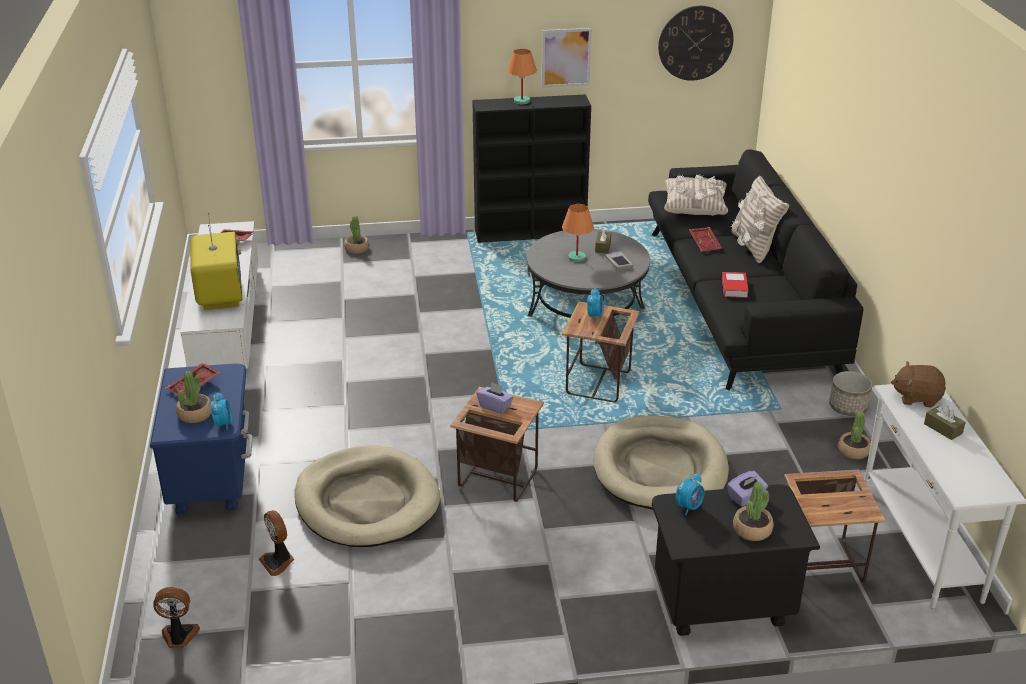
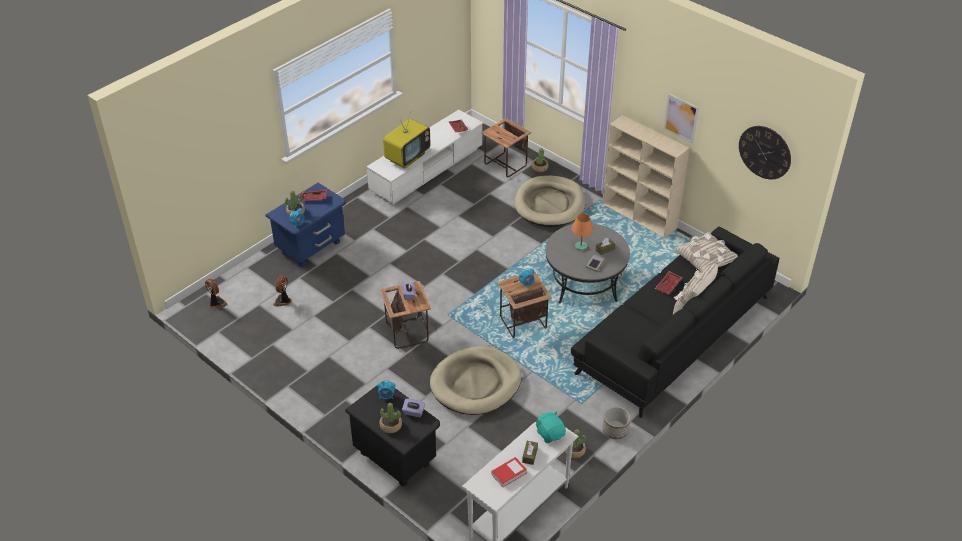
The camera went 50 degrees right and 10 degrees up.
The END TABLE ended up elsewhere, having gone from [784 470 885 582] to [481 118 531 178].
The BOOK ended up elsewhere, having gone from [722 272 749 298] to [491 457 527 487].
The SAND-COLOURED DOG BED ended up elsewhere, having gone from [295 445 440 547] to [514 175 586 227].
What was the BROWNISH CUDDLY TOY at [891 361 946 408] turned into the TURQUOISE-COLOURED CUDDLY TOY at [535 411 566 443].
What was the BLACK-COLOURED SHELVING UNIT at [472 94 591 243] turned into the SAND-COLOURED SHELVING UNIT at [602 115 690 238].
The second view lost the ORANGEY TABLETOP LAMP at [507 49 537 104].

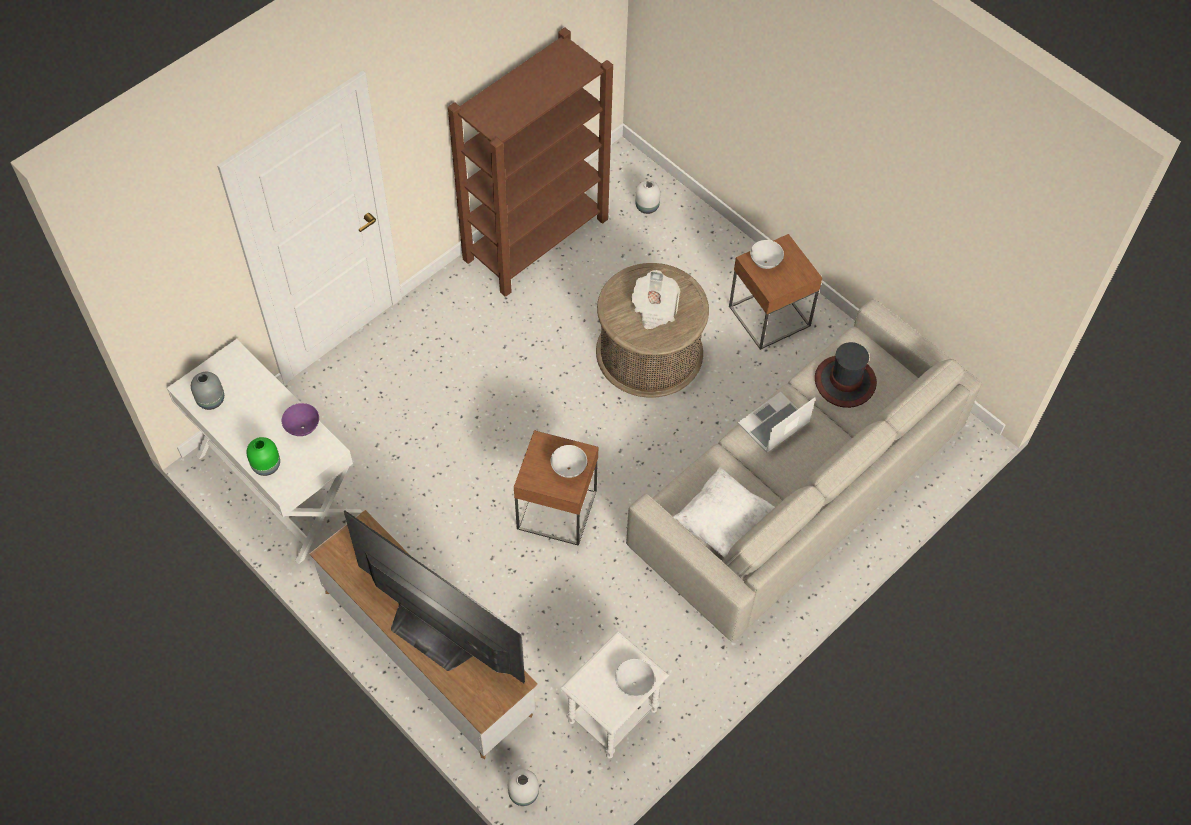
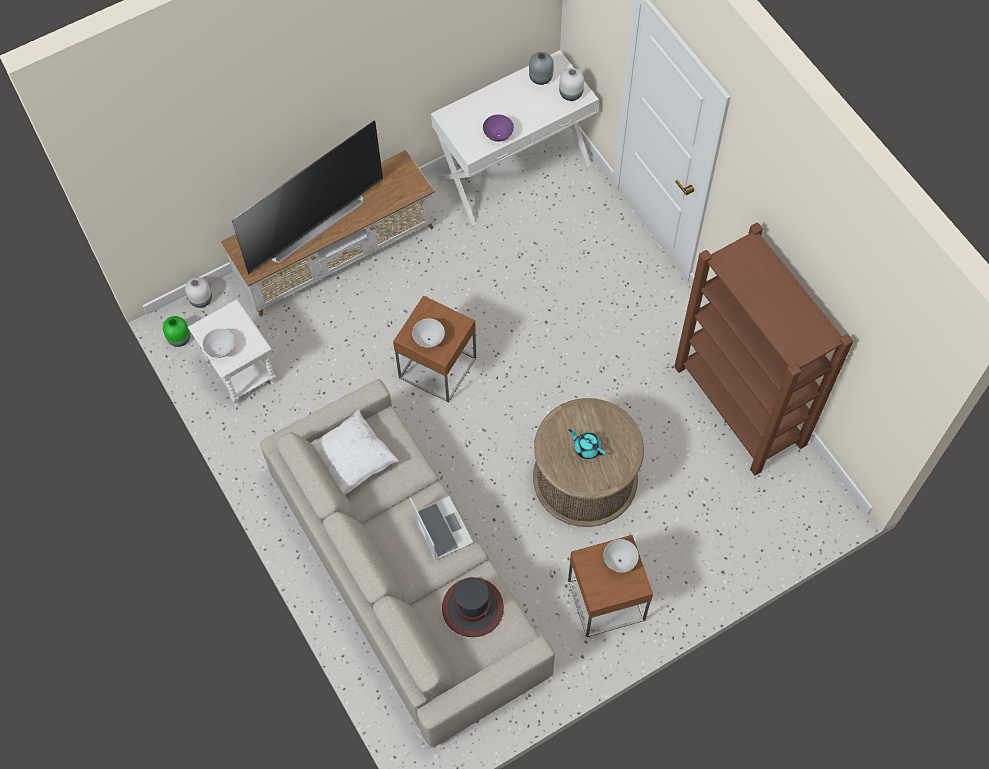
The camera went 105 degrees right and 5 degrees up.
The GREENISH DECORATIVE VASE ended up elsewhere, having gone from [246 437 280 476] to [163 316 190 347].
The WHITE-COLOURED DECORATIVE VASE ended up elsewhere, having gone from [635 181 660 214] to [559 68 584 101].
Where the DAILY PAPER stood at [631 270 680 329], the TURQUOISE-COLOURED TEAPOT came to stand at [569 429 606 459].

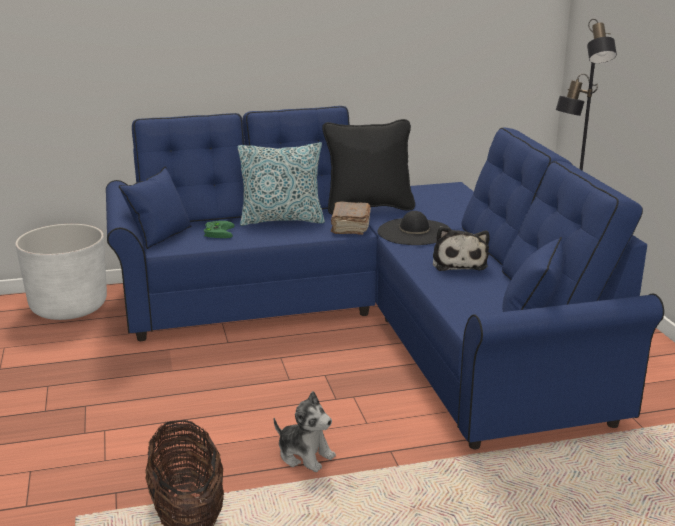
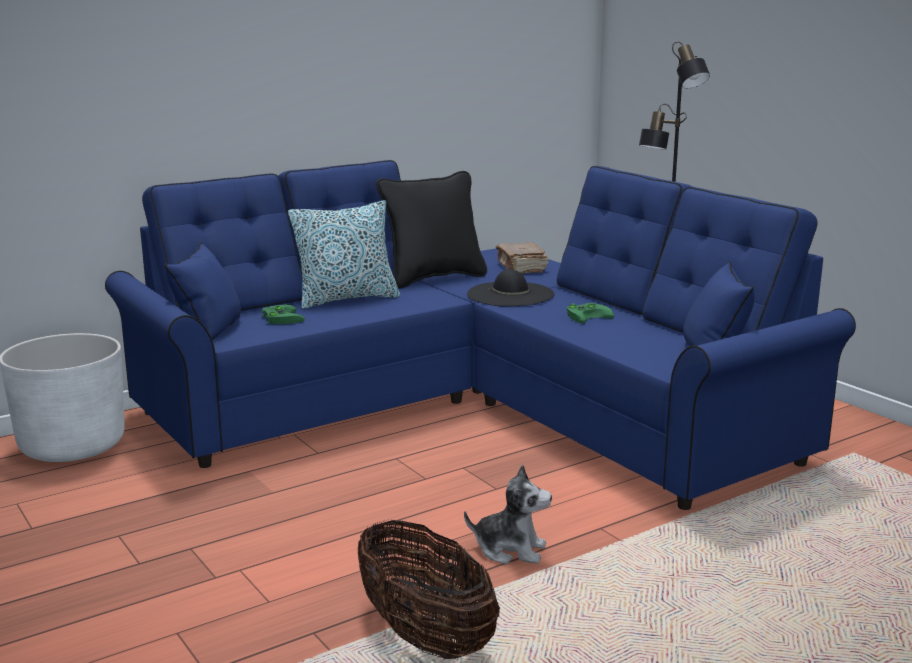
The camera went 20 degrees left and 5 degrees down.
The BROWNISH BOOK ended up elsewhere, having gone from [331 202 371 235] to [496 242 548 274].
Where the CUDDLY TOY stood at [433 226 490 271], the GREENISH GAME CONTROLLER came to stand at [567 303 614 323].

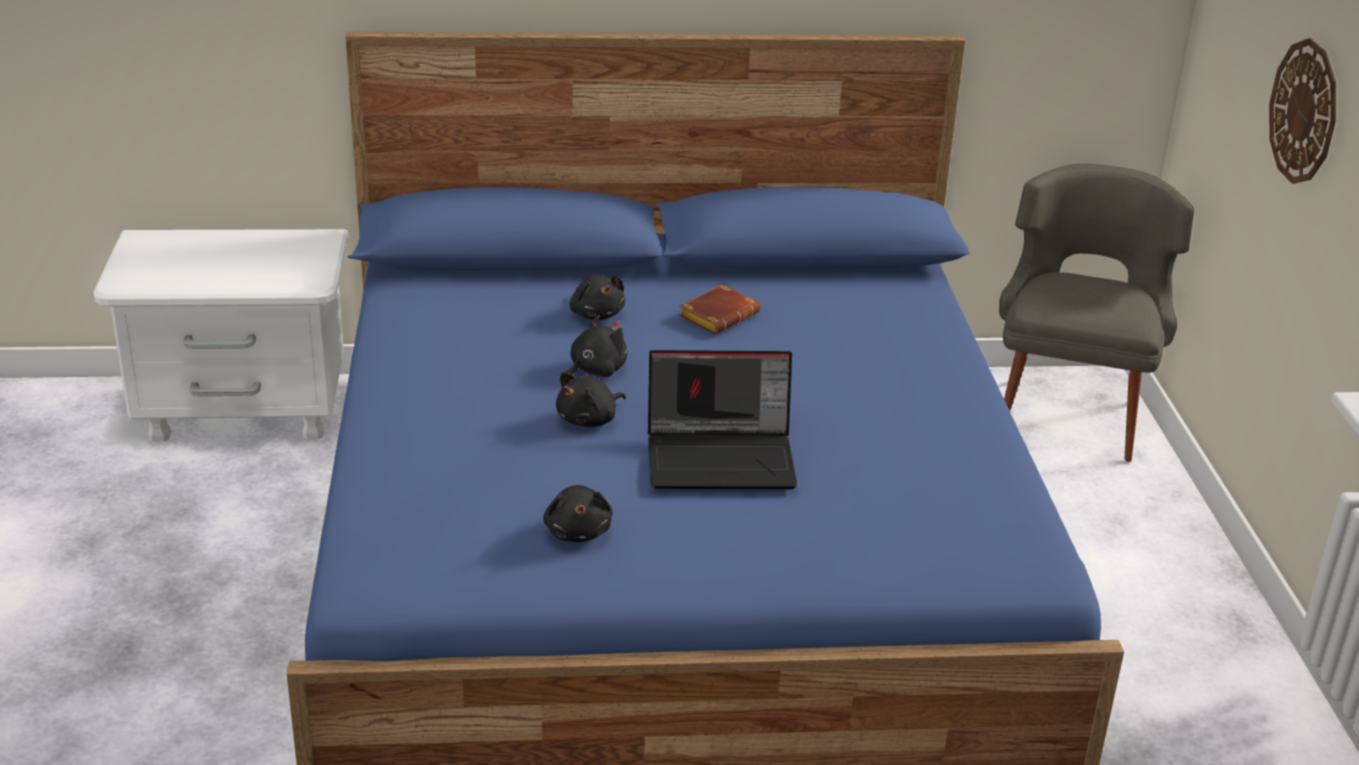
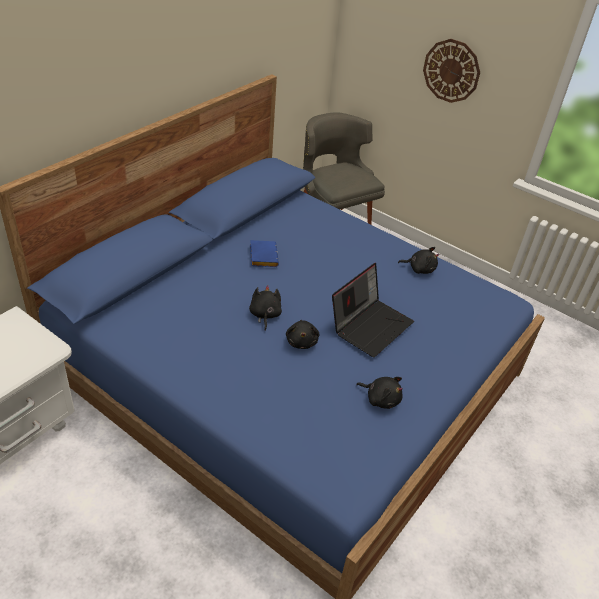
The camera went 50 degrees left and 10 degrees up.
What was the BROWNISH BOOK at [679 284 760 335] turned into the BLUE BOOK at [250 240 279 267].
The BLACK-COLOURED CUDDLY TOY ended up elsewhere, having gone from [569 275 625 320] to [398 247 439 274].

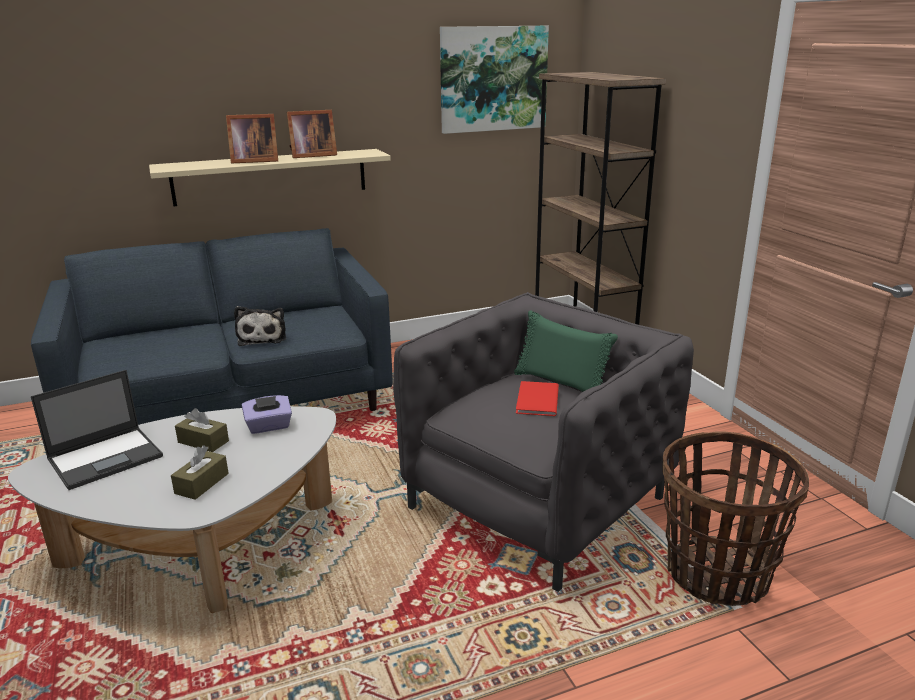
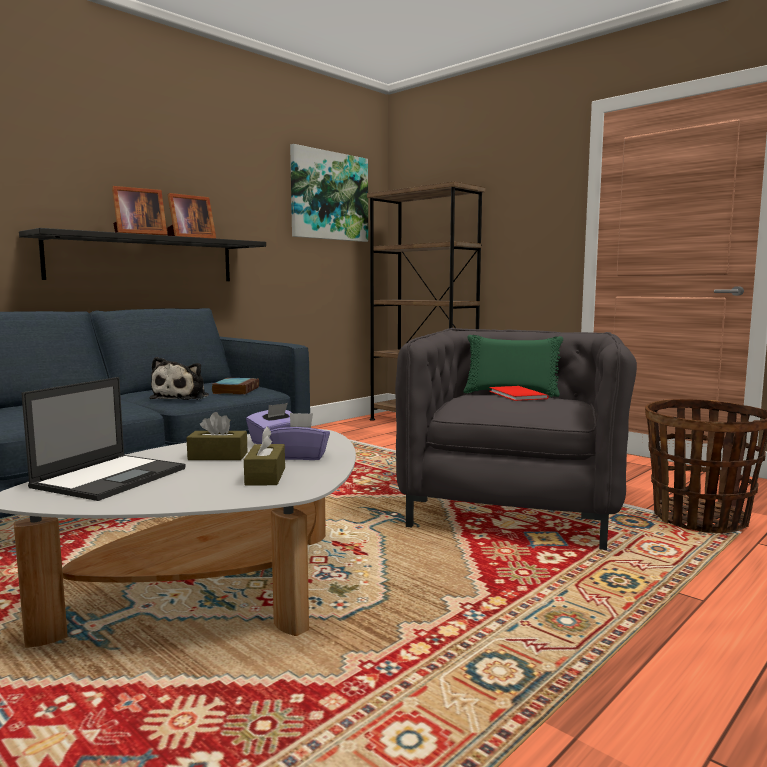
The camera went 25 degrees left and 15 degrees down.
What was the SAND-COLOURED SHELF at [149 149 391 206] turned into the BLACK-COLOURED SHELF at [19 228 266 281].
The CUDDLY TOY at [234 306 286 346] ended up facing another way, 45 degrees clockwise from before.
The second view gained the BOOK at [212 378 259 394].
The second view gained the PURPLE-COLOURED TISSUE BOX at [270 413 330 460].

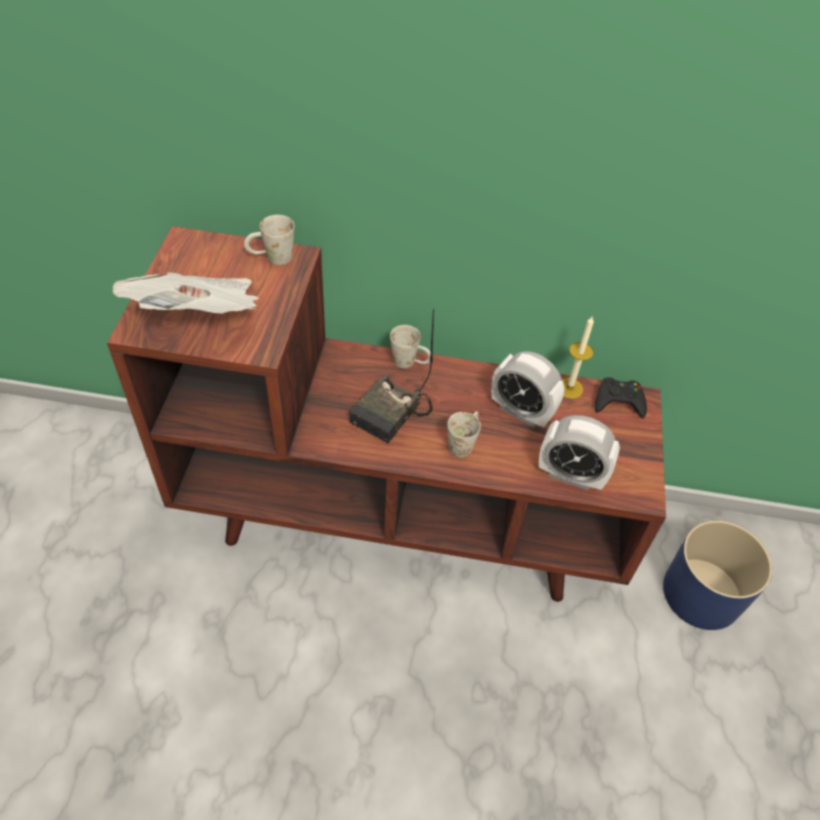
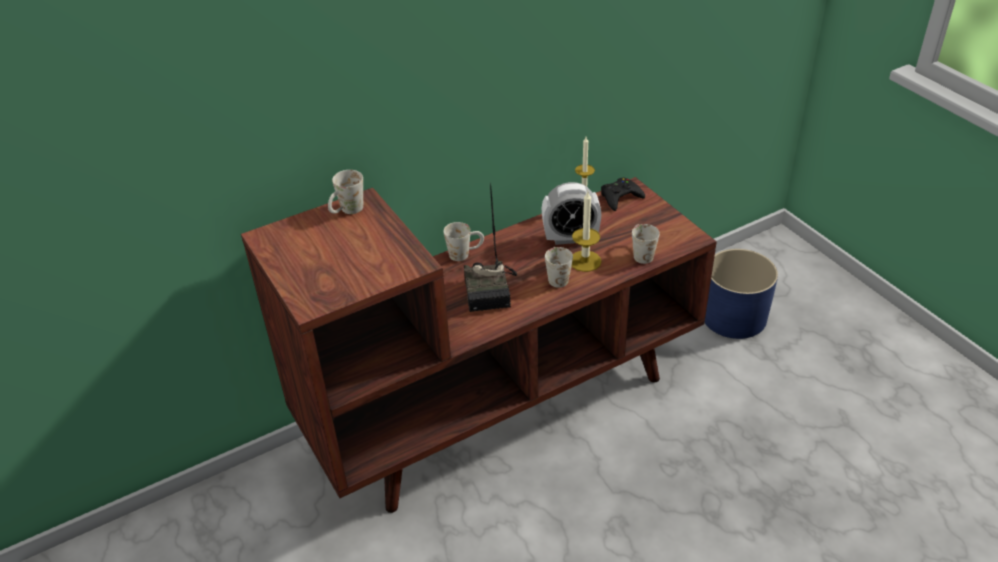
The camera went 35 degrees left and 10 degrees down.
The second view gained the WAX CANDLE at [572 191 602 272].
Where the TABLE CLOCK stood at [539 415 620 490], the WHITE-COLOURED TEA MUG came to stand at [632 224 660 264].
The second view lost the DAILY PAPER at [112 272 258 313].

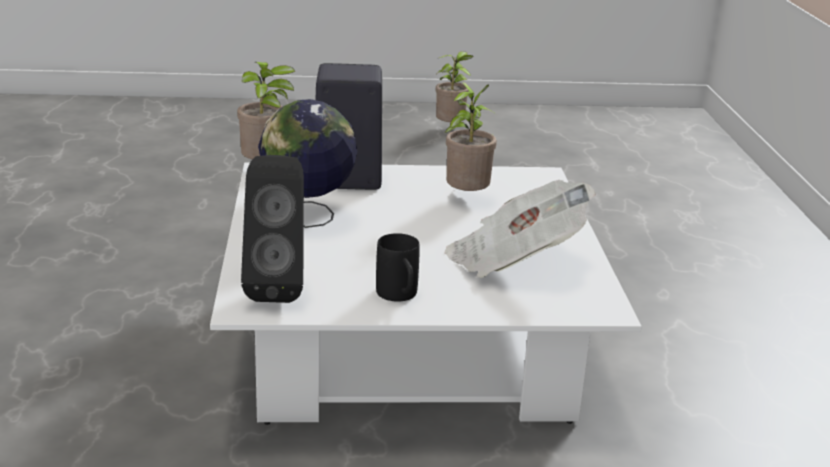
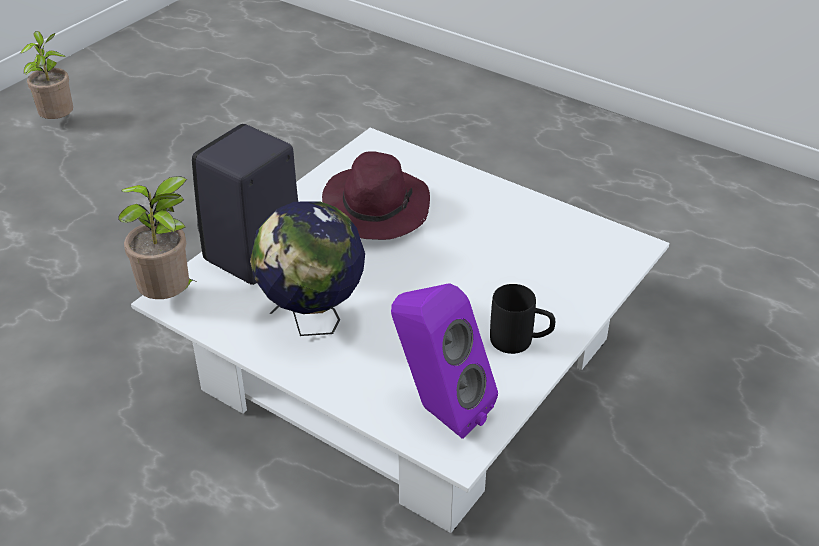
The camera went 50 degrees left and 15 degrees up.
Where the POTTED PLANT stood at [445 82 497 191], the PURPLE-COLOURED CLOTHING HAT came to stand at [322 151 430 240].
What was the BLACK-COLOURED AUDIO SPEAKER at [241 155 304 303] turned into the PURPLE-COLOURED AUDIO SPEAKER at [391 283 498 439].
The second view lost the DAILY PAPER at [444 180 596 278].

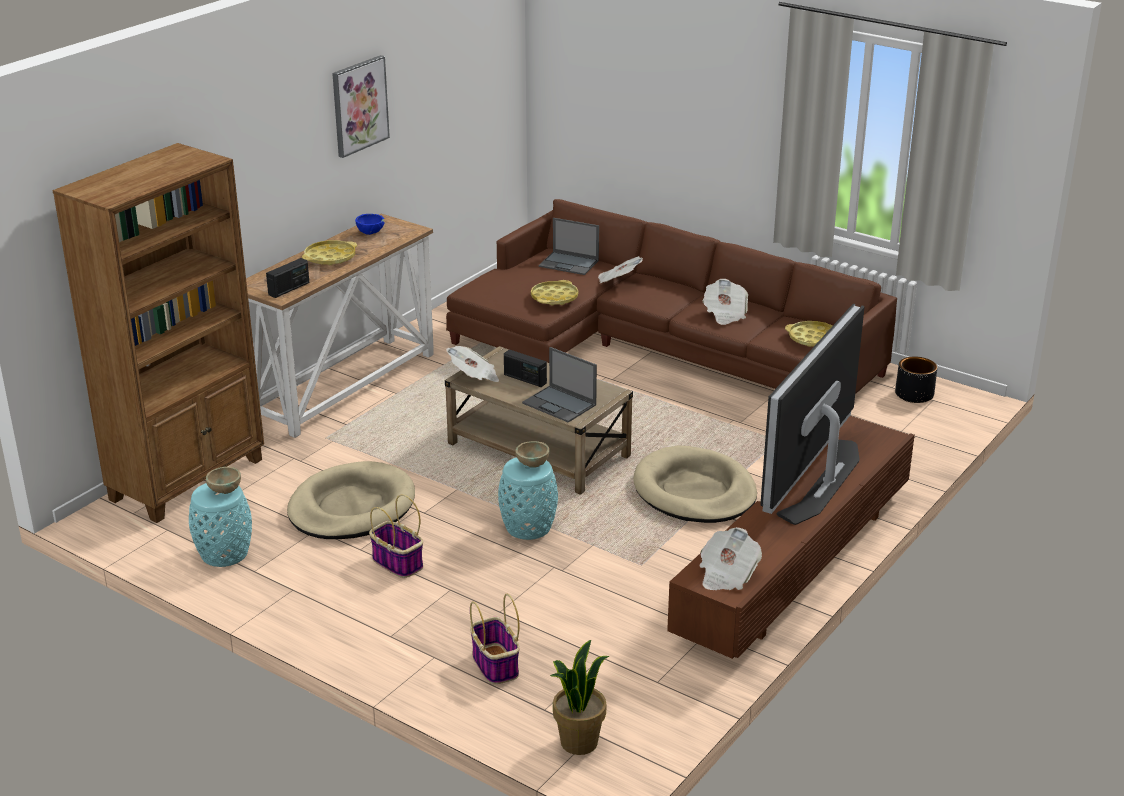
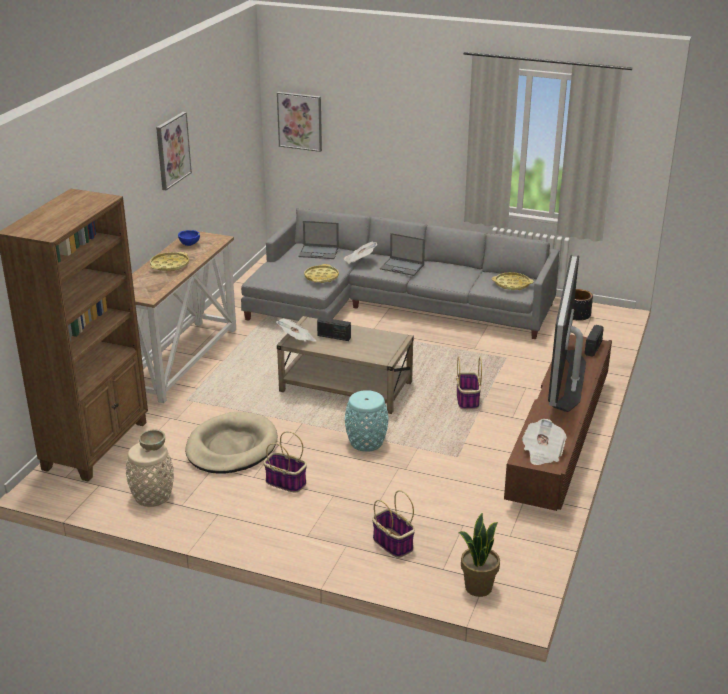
The camera went 15 degrees left and 0 degrees up.
What was the TURQUOISE-COLOURED SITTING STOOL at [189 483 252 567] turned into the SAND-COLOURED SITTING STOOL at [126 443 174 507].
What was the BROWNISH SETTEE at [446 199 897 394] turned into the GREY SETTEE at [241 207 559 339].
The second view gained the WALL ART at [277 92 322 152].
The NOTEBOOK COMPUTER ended up elsewhere, having gone from [522 347 597 423] to [380 233 425 276].
Where the SAND-COLOURED DOG BED stood at [633 445 757 523], the STORAGE BASKET came to stand at [456 356 482 409].
The RADIO ended up elsewhere, having gone from [266 258 309 298] to [585 325 604 357].
The second view lost the SAND-COLOURED DEEP DISH at [515 441 549 468].
The second view lost the DAILY PAPER at [703 279 748 325].

